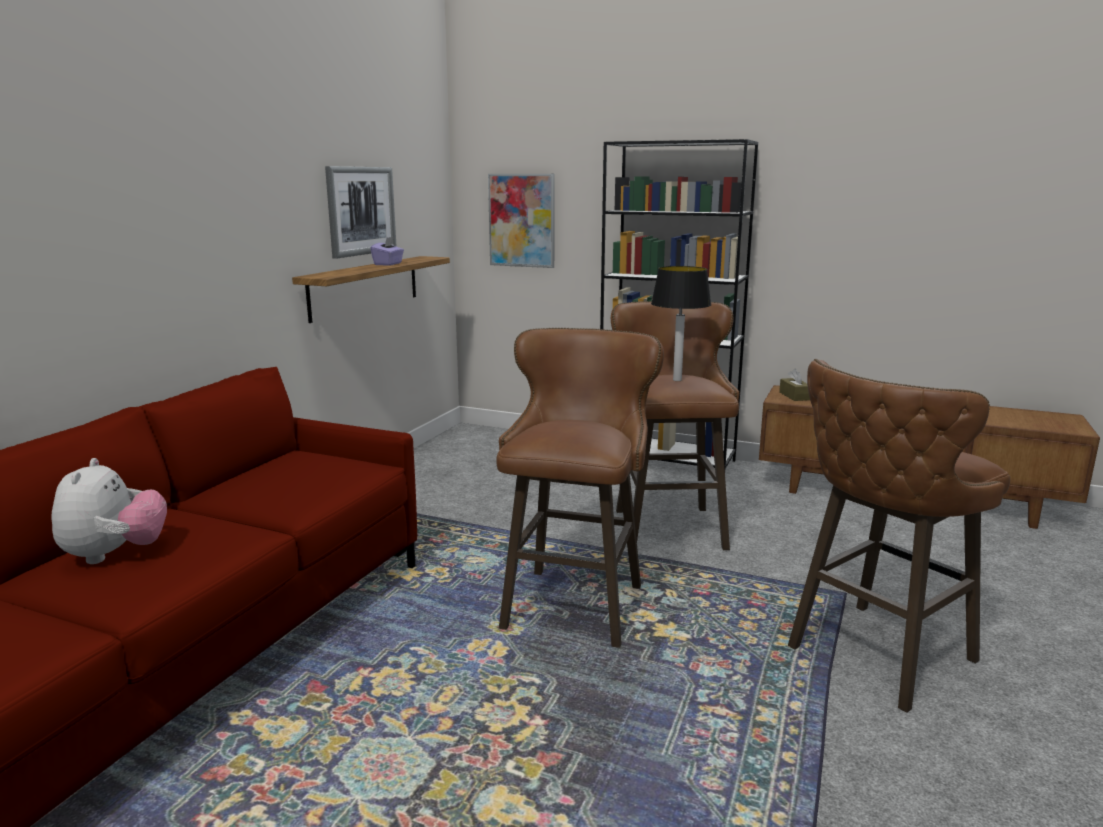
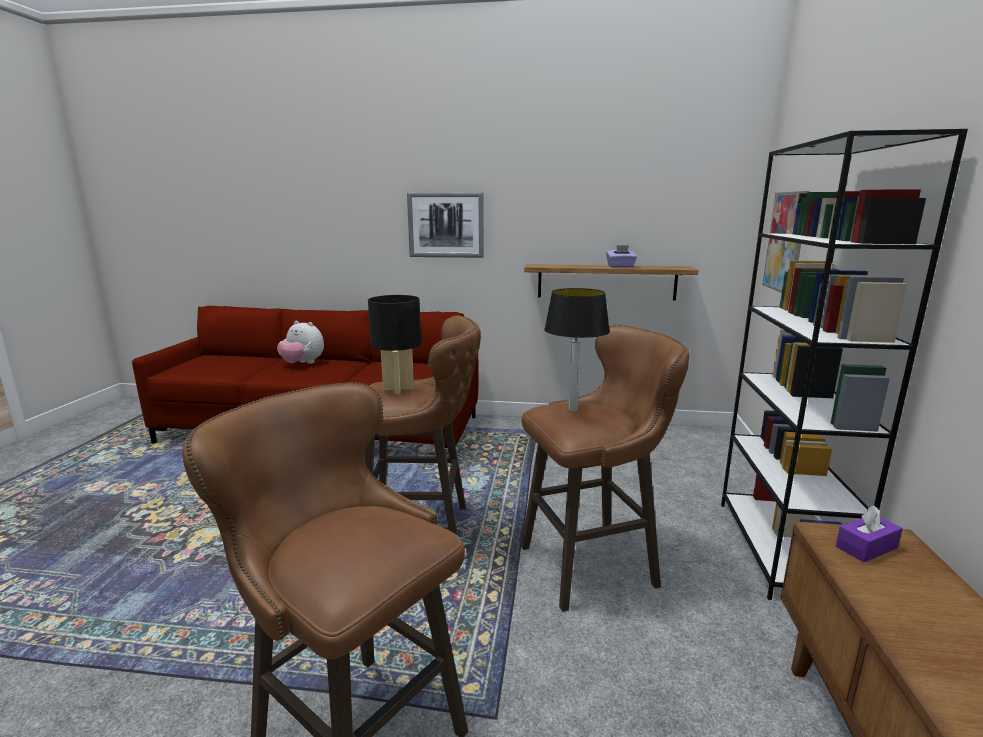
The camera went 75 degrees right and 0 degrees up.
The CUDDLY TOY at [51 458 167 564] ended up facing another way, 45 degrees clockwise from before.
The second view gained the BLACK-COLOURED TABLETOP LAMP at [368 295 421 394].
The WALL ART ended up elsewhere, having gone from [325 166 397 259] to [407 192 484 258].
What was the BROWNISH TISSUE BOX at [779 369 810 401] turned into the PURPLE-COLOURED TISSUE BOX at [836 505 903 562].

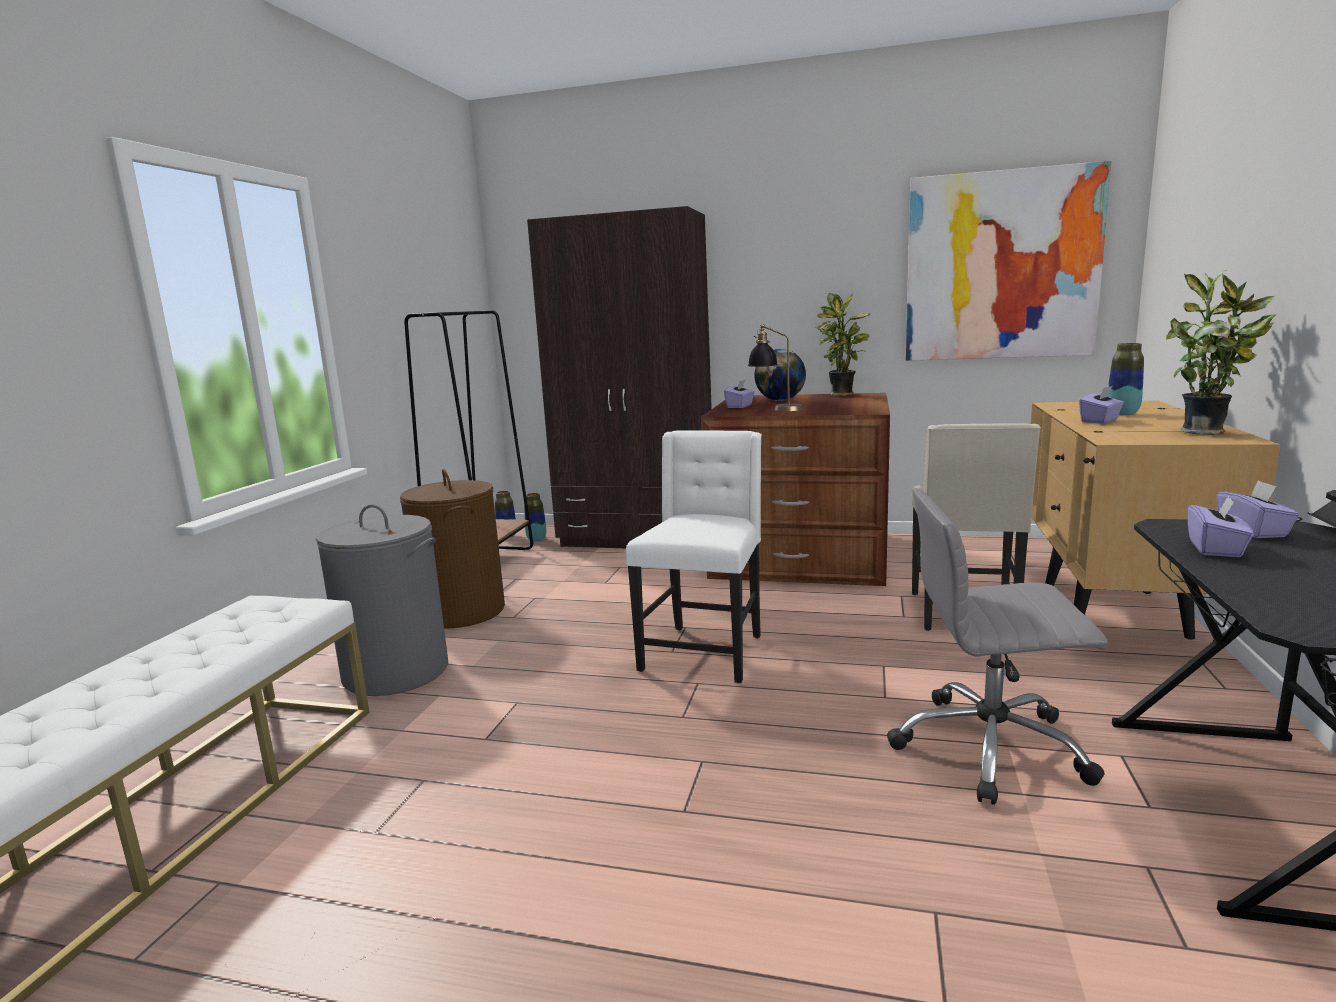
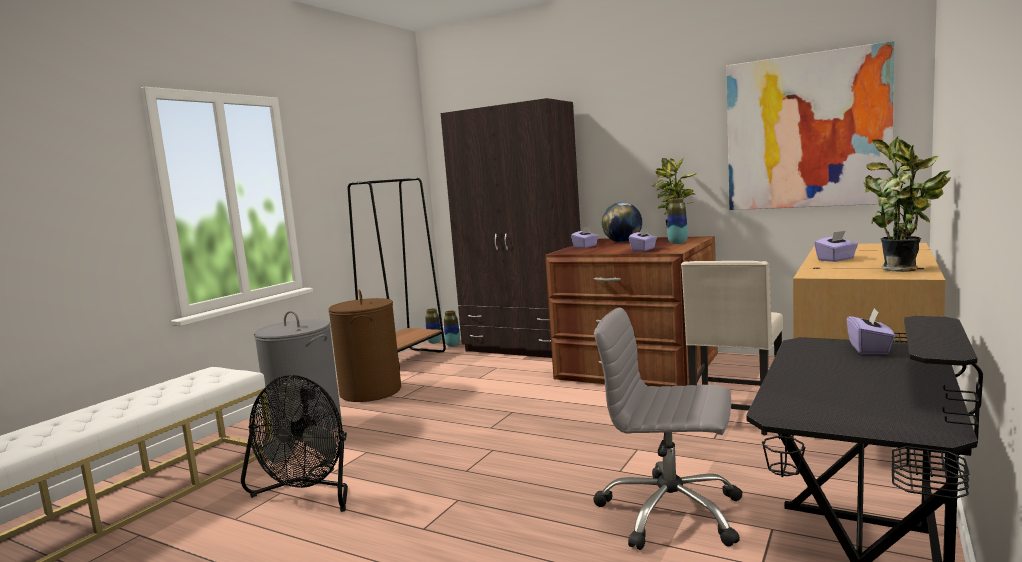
The camera went 15 degrees right and 5 degrees down.
The second view gained the BLACK-COLOURED ELECTRIC FAN at [241 375 348 512].
The PURPLE-COLOURED TISSUE BOX ended up elsewhere, having gone from [1188 495 1253 557] to [629 227 657 251].
The DECORATIVE VASE ended up elsewhere, having gone from [1107 343 1144 415] to [667 198 688 244].
The second view lost the WHITE-COLOURED PLAIN CHAIR at [626 430 762 683].
The second view lost the TABLETOP LAMP at [748 324 803 411].

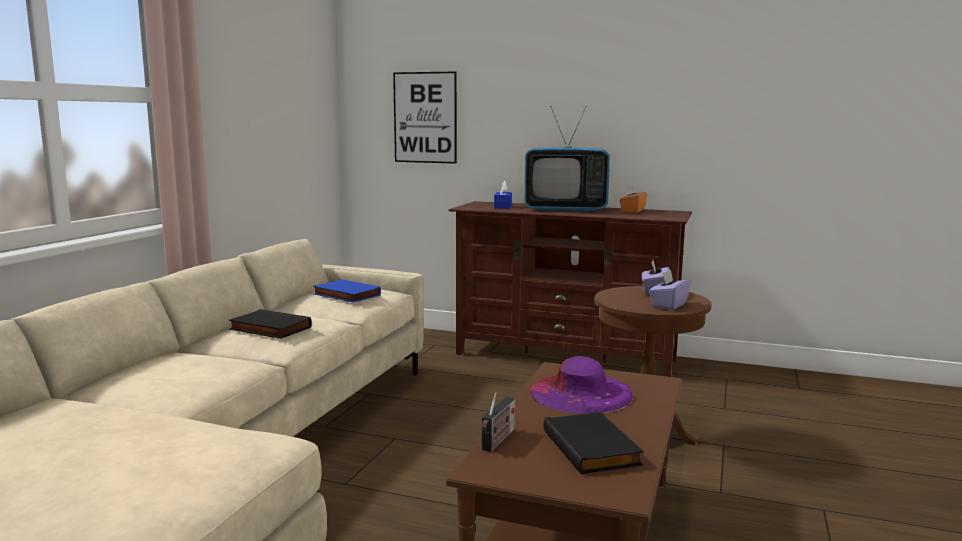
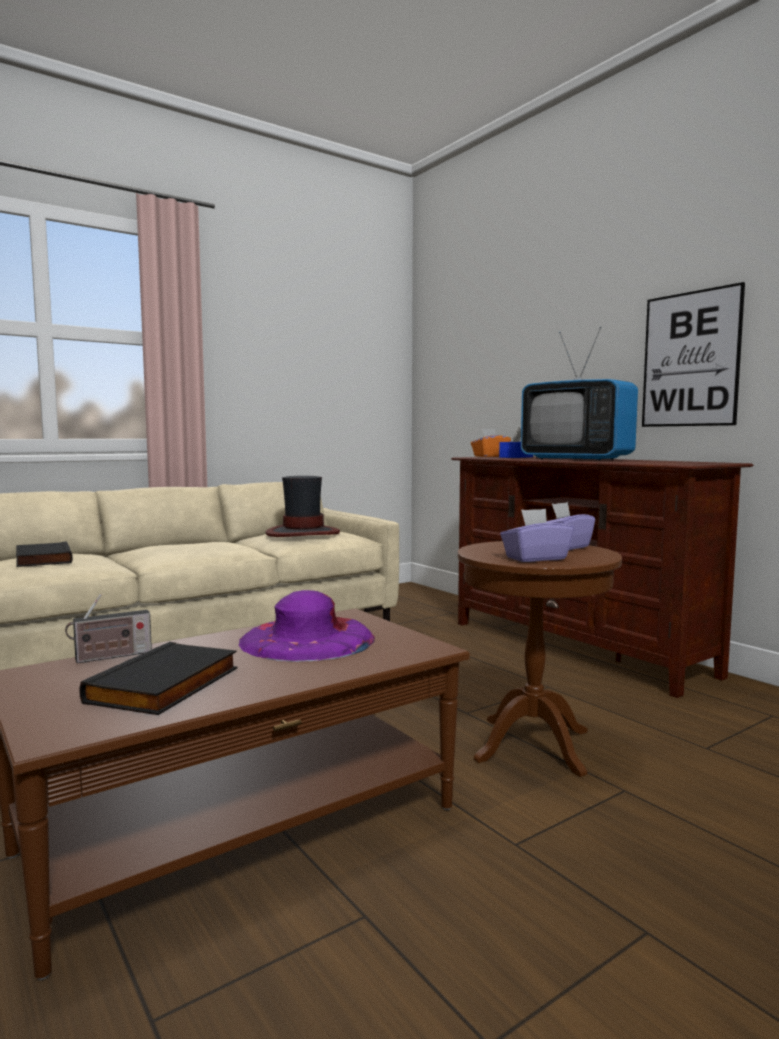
The camera went 35 degrees right and 5 degrees down.
The BLACK-COLOURED BOOK ended up elsewhere, having gone from [229 309 312 339] to [16 542 73 567].
Where the BLUE BOOK stood at [313 279 381 303], the CLOTHING HAT came to stand at [265 476 340 537].
The ORANGEY TISSUE BOX ended up elsewhere, having gone from [619 185 647 213] to [471 429 511 457].
The WALL ART ended up elsewhere, having gone from [393 72 457 164] to [642 282 745 427].

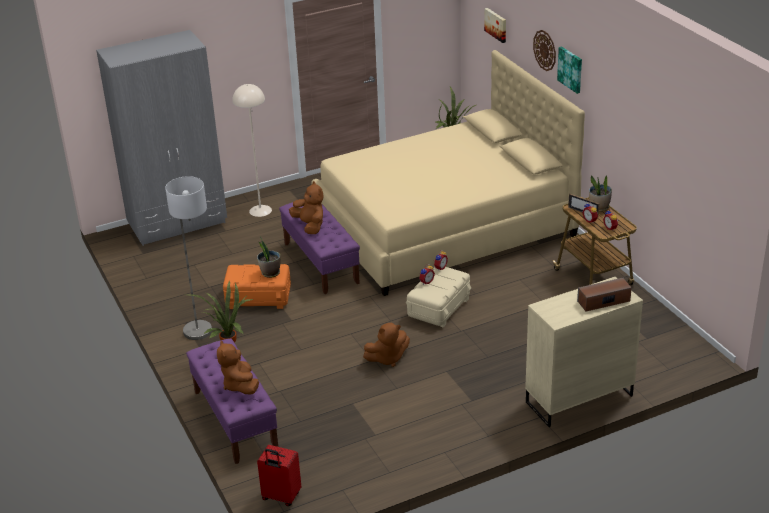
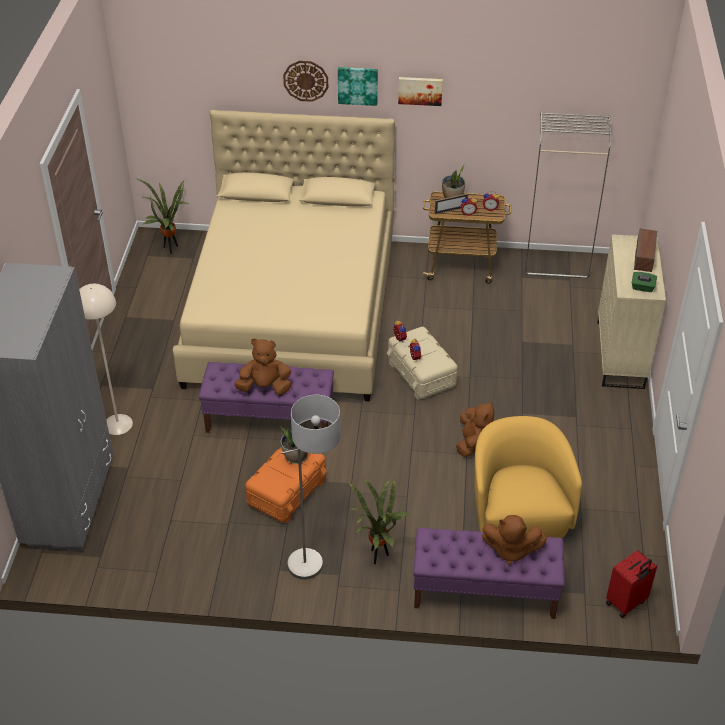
The camera went 60 degrees left and 10 degrees up.
The WALL ART ended up elsewhere, having gone from [484 8 506 43] to [398 77 443 106].
The second view gained the YELLOW-COLOURED EASY CHAIR at [475 416 582 538].
The second view gained the GREY CLOTHES RACK at [525 111 611 278].
The second view gained the GREENISH TISSUE BOX at [632 272 657 292].

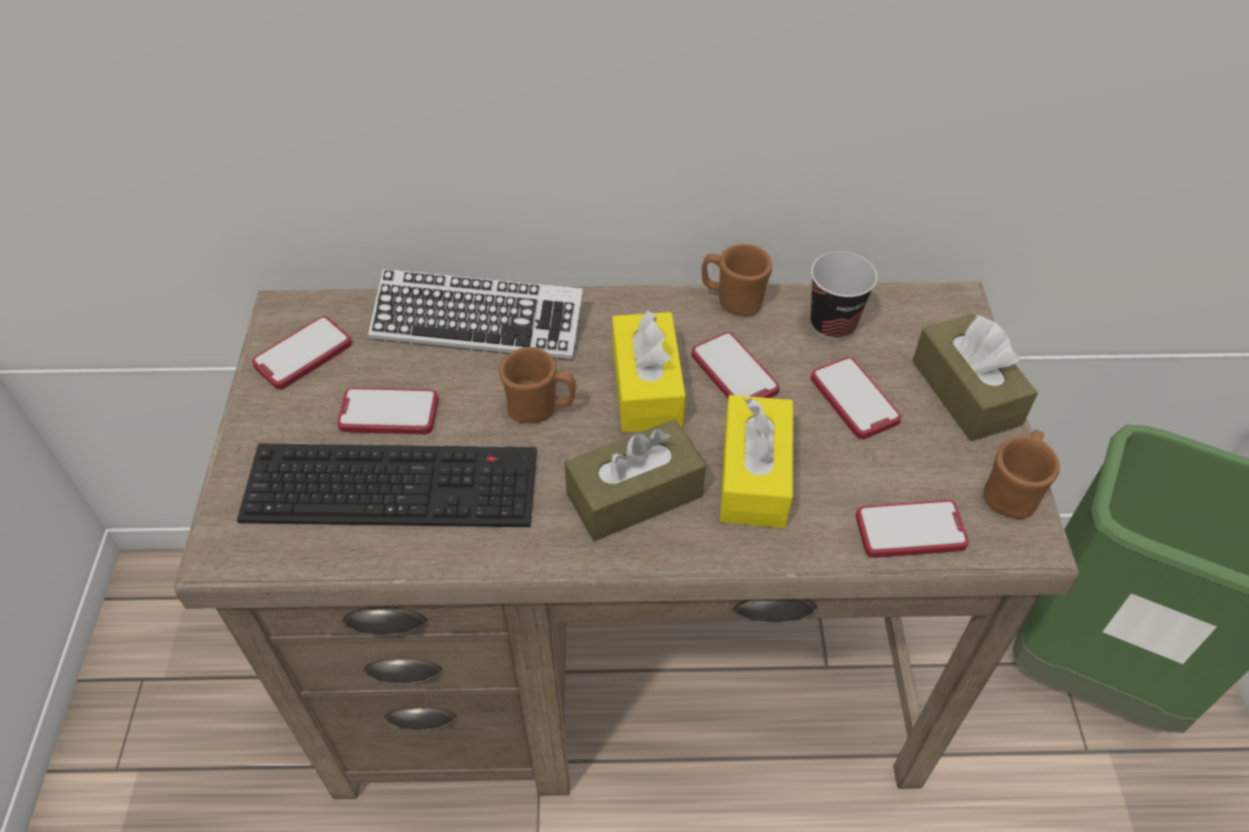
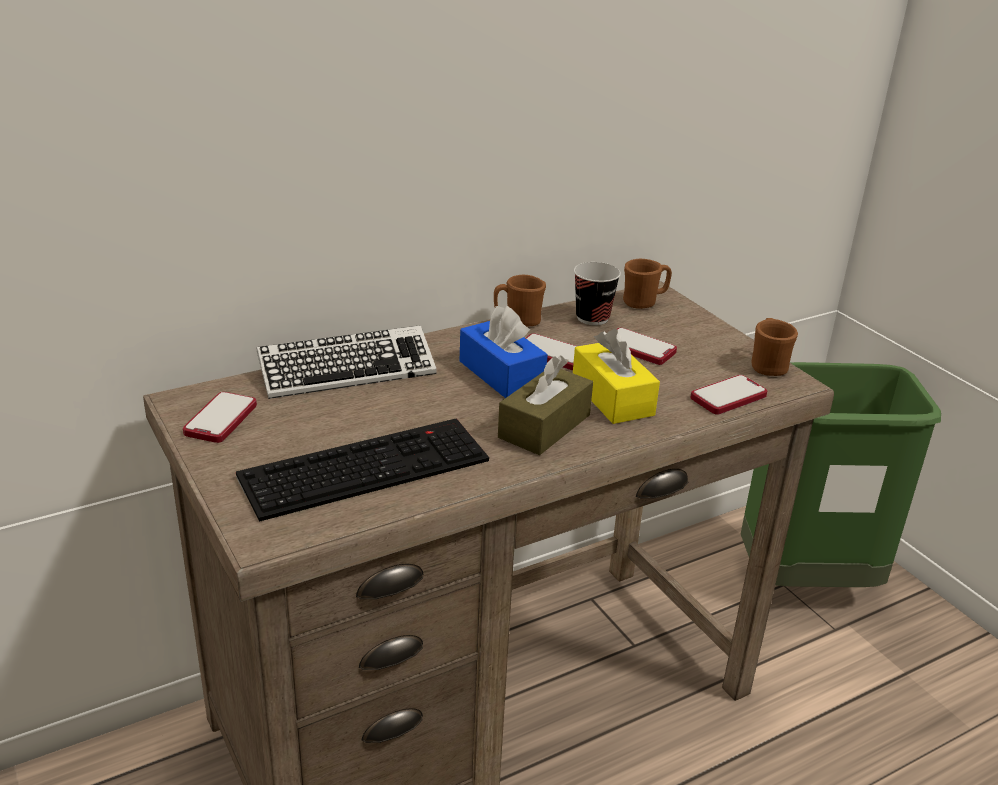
The camera went 30 degrees left and 20 degrees down.
What was the YELLOW-COLOURED TISSUE BOX at [612 308 686 433] turned into the BLUE TISSUE BOX at [460 306 548 398].
The BROWNISH TEA MUG ended up elsewhere, having gone from [499 347 576 423] to [623 259 672 309].
The second view lost the PHONE at [337 388 438 434].
The second view lost the BROWNISH TISSUE BOX at [912 314 1038 441].

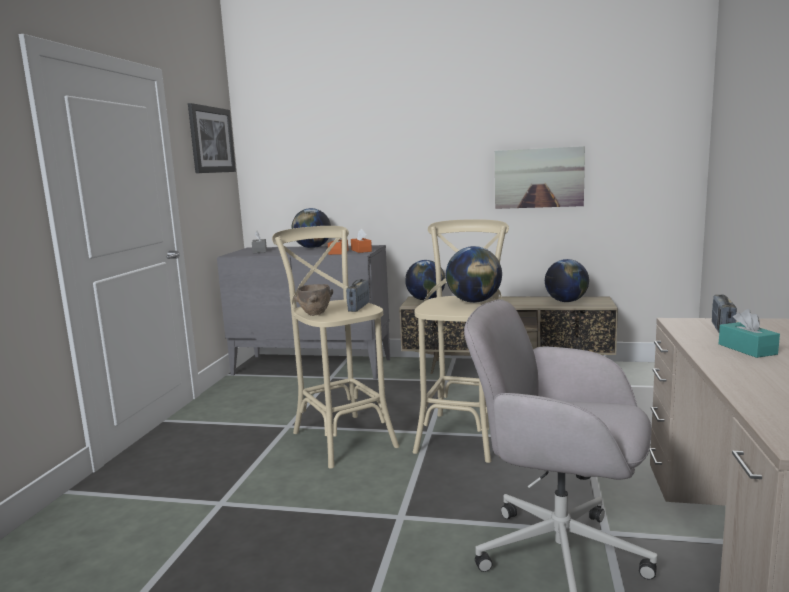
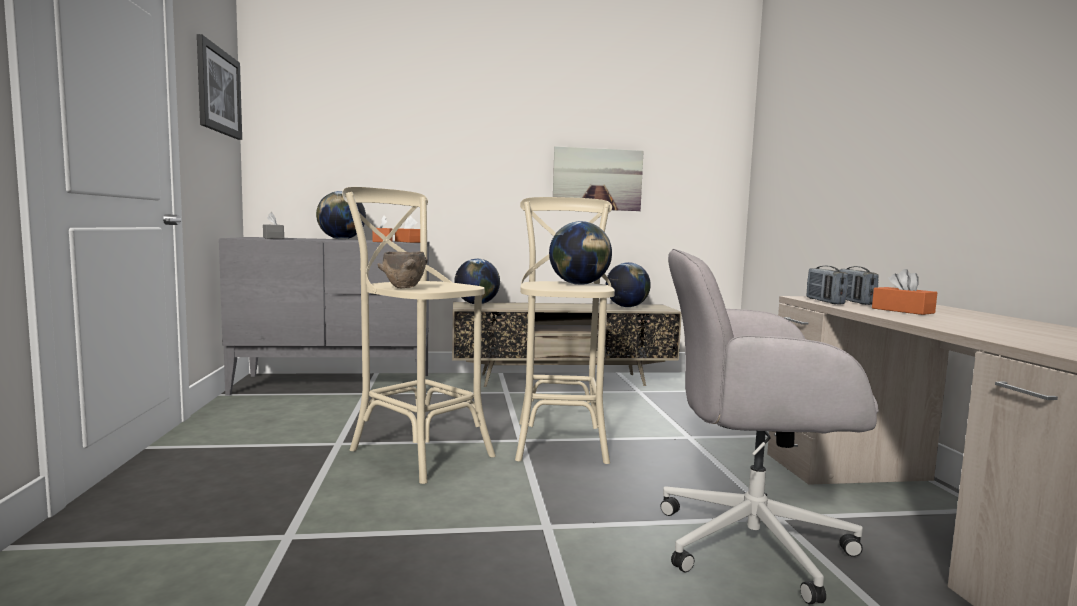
The camera went 20 degrees left and 5 degrees down.
The RADIO ended up elsewhere, having gone from [346 279 369 312] to [807 266 848 304].
What was the TURQUOISE-COLOURED TISSUE BOX at [719 309 780 358] turned into the ORANGEY TISSUE BOX at [872 269 938 315].

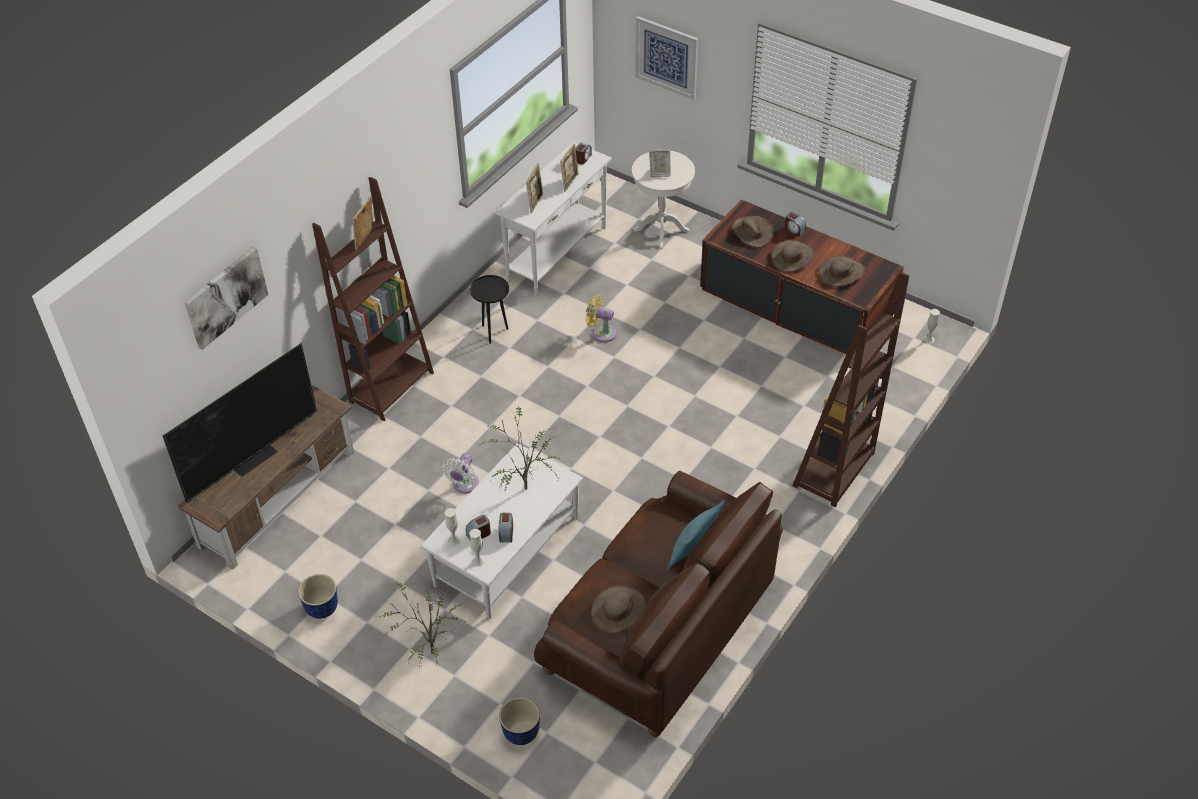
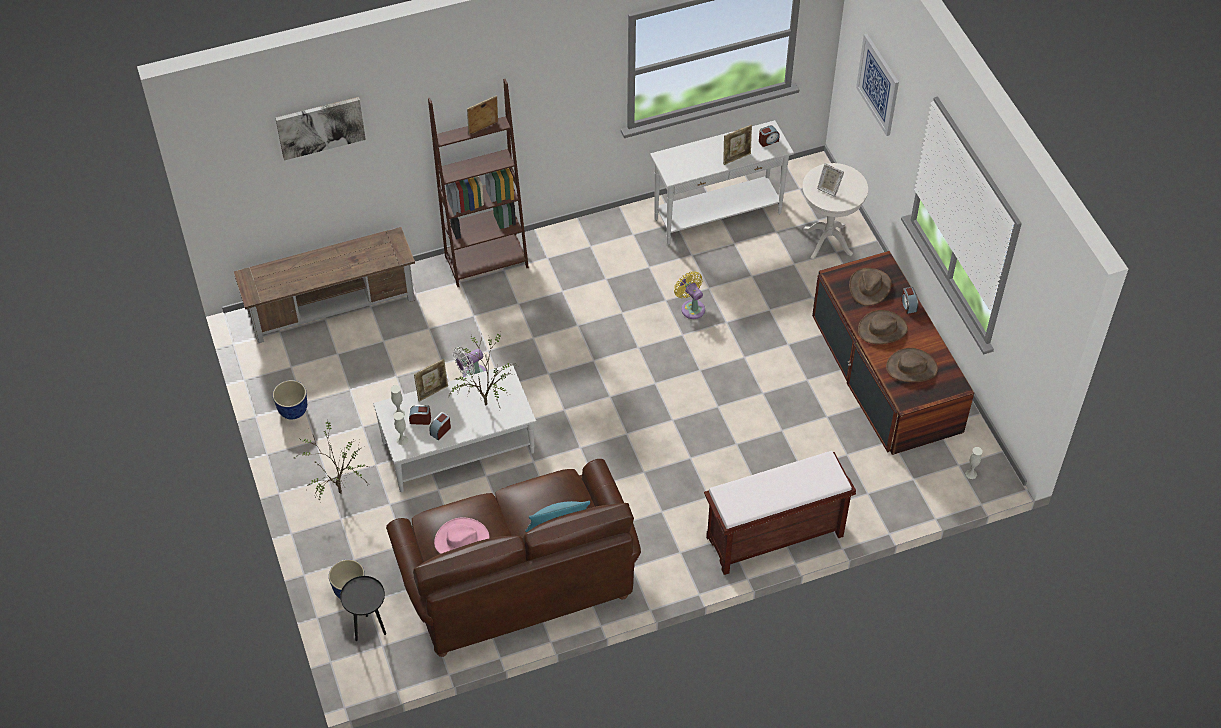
The camera went 35 degrees right and 5 degrees up.
The BLACK-COLOURED END TABLE ended up elsewhere, having gone from [470 275 509 344] to [340 576 386 641].
The STANDING FRAME ended up elsewhere, having gone from [526 163 543 213] to [414 359 448 402].
What was the BROWNISH CLOTHING HAT at [591 585 646 634] turned into the PINK CLOTHING HAT at [434 517 489 554].
Where the BROWNISH SHELVING UNIT stood at [792 272 910 507], the BROWNISH BENCH came to stand at [704 451 856 575].
The second view lost the TV at [163 343 317 502].

